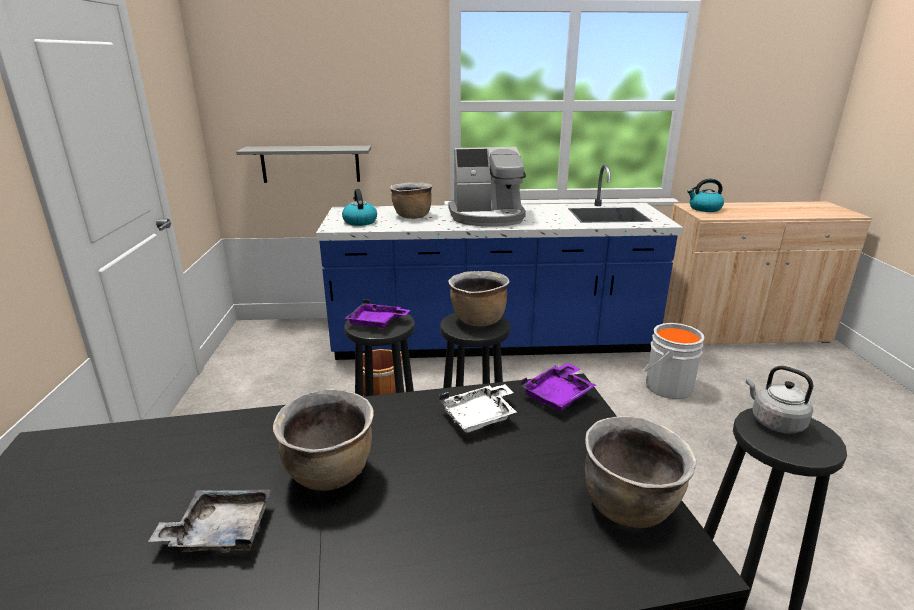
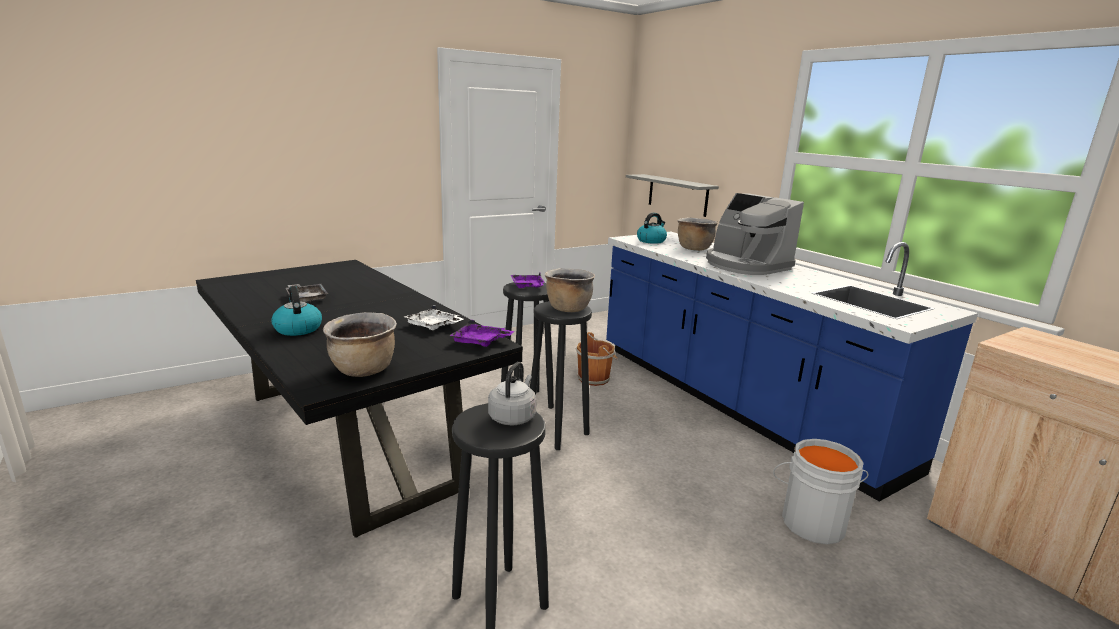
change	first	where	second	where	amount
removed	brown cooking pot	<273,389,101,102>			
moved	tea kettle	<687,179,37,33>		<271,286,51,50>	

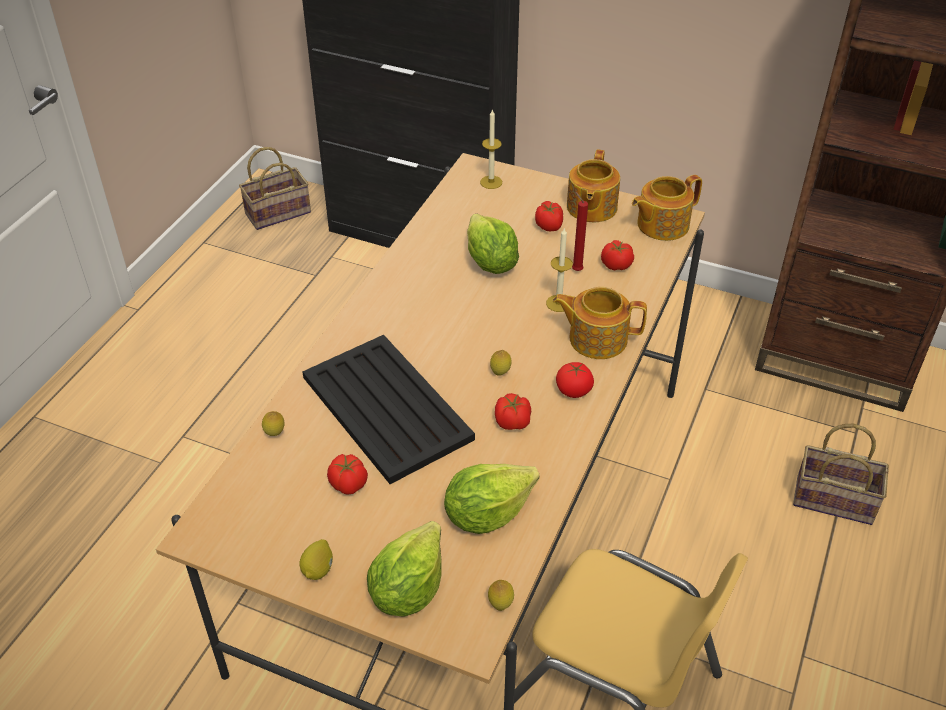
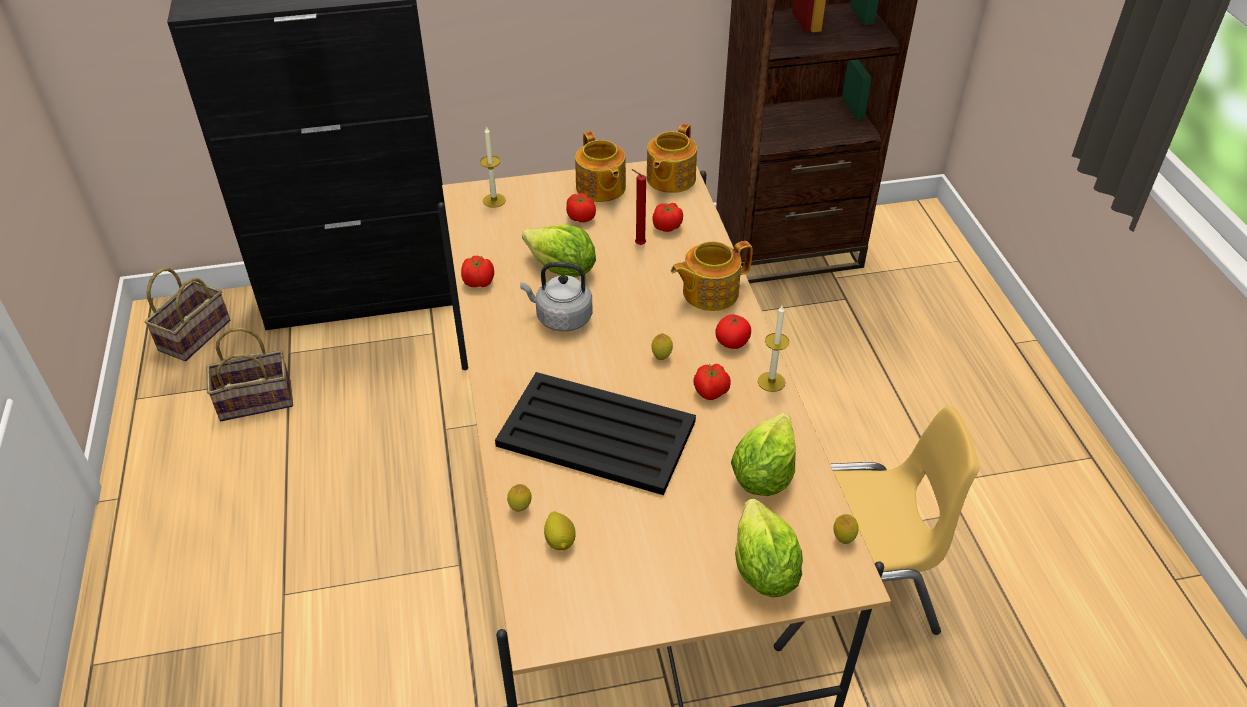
change	first	where	second	where	amount
added			grey tea kettle	<520,262,73,70>	
moved	citrus fruit	<300,539,33,41>		<544,511,32,39>	
moved	fresh tomato	<327,454,41,41>		<461,256,33,31>	
moved	wax light	<546,227,27,85>		<758,305,31,87>	
moved	basket	<793,424,96,101>		<206,327,87,94>	

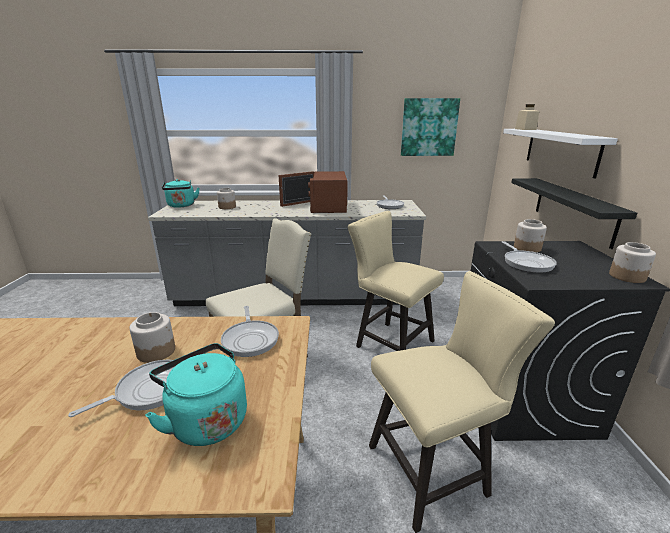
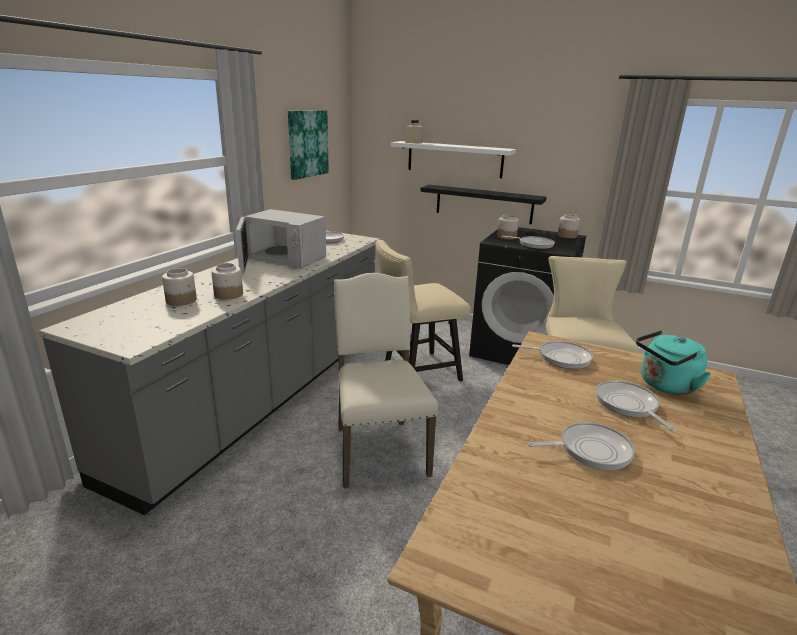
change	first	where	second	where	amount
removed	turquoise-coloured tea kettle	<162,179,37,29>			
added			frying pan	<528,422,107,48>	
moved	jar	<129,312,46,51>		<211,263,32,37>	
recoloured	brown kitchen microwave	<279,171,69,42>	white-coloured kitchen microwave	<236,209,90,66>	

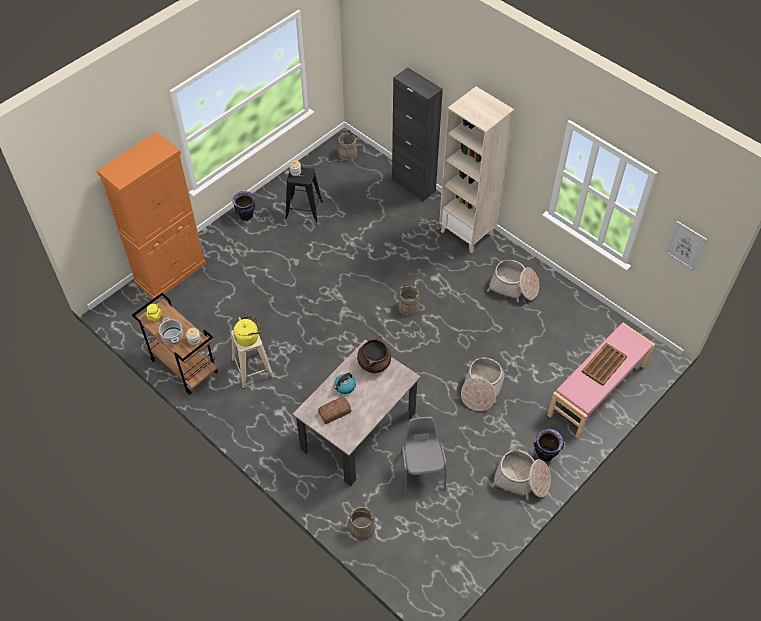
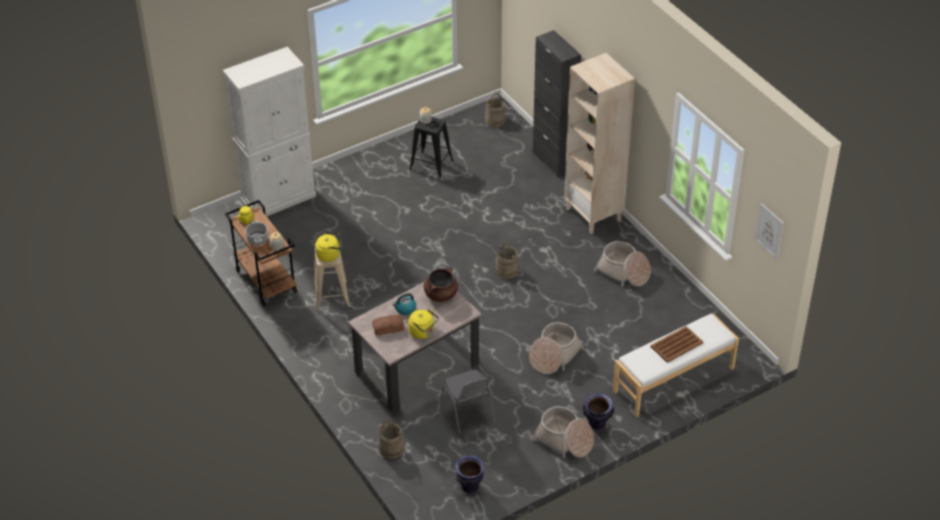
change	first	where	second	where	amount
added			yellowish tea kettle	<408,309,31,30>	
moved	vase	<232,191,23,30>		<455,455,29,38>	
recoloured	orange-coloured cabinet	<97,132,109,169>	white-coloured cabinet	<223,47,93,169>	
recoloured	pink-coloured indoor bench	<547,322,108,117>	white-coloured indoor bench	<613,313,126,104>	
turned	grey plain chair	<400,417,46,78>		<440,370,55,65>	150 degrees clockwise

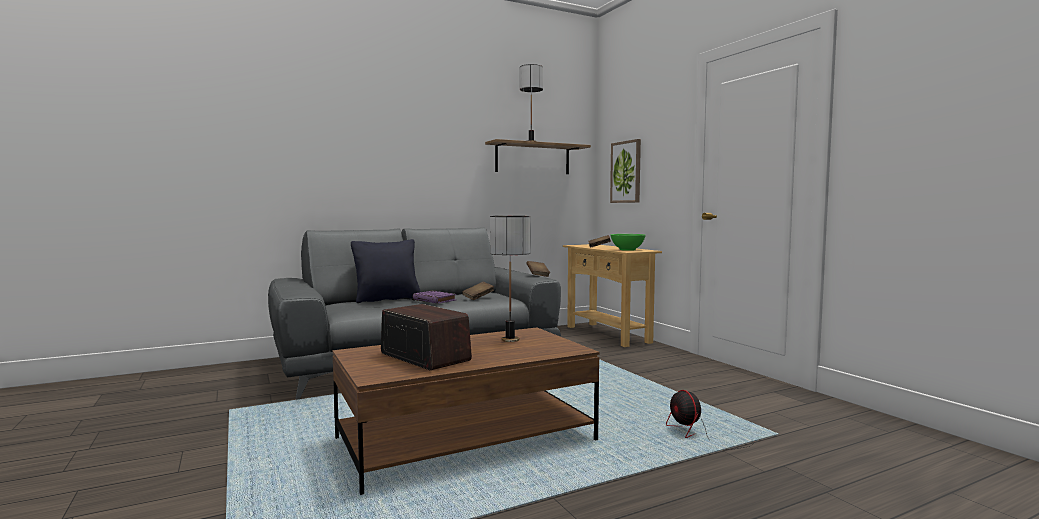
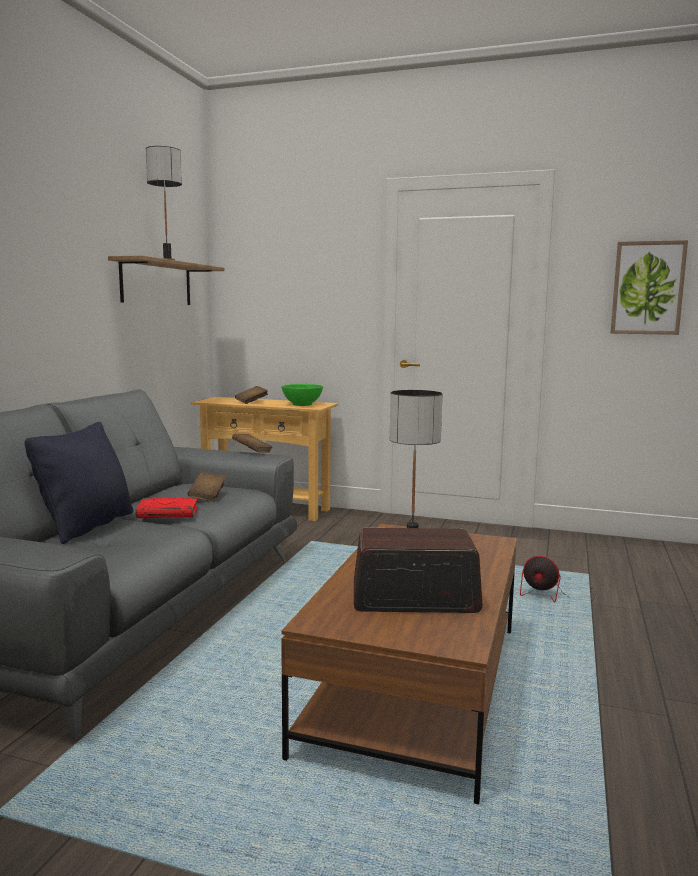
change	first	where	second	where	amount
moved	wall art	<610,139,31,64>		<611,240,77,95>	
recoloured	purplish book	<413,291,43,13>	reddish book	<135,497,63,22>	

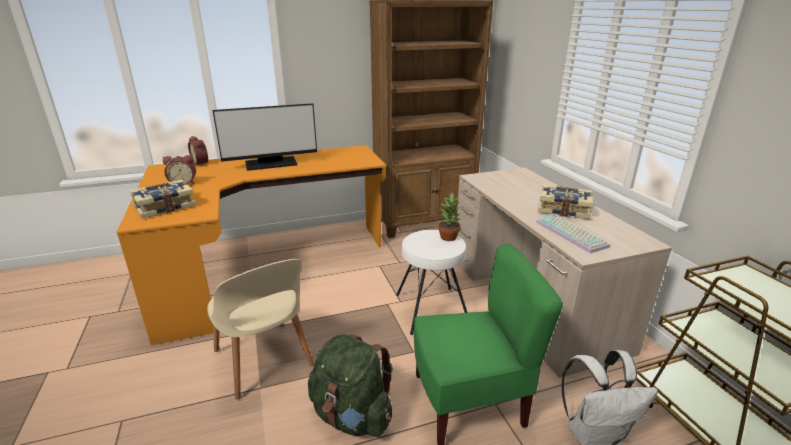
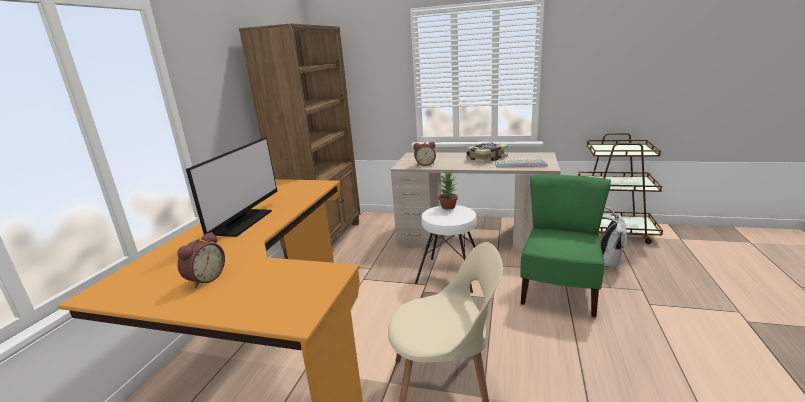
change	first	where	second	where	amount
removed	book	<130,180,66,39>			
removed	green knapsack	<308,334,85,103>			
moved	alarm clock	<188,136,20,30>		<414,142,22,24>	

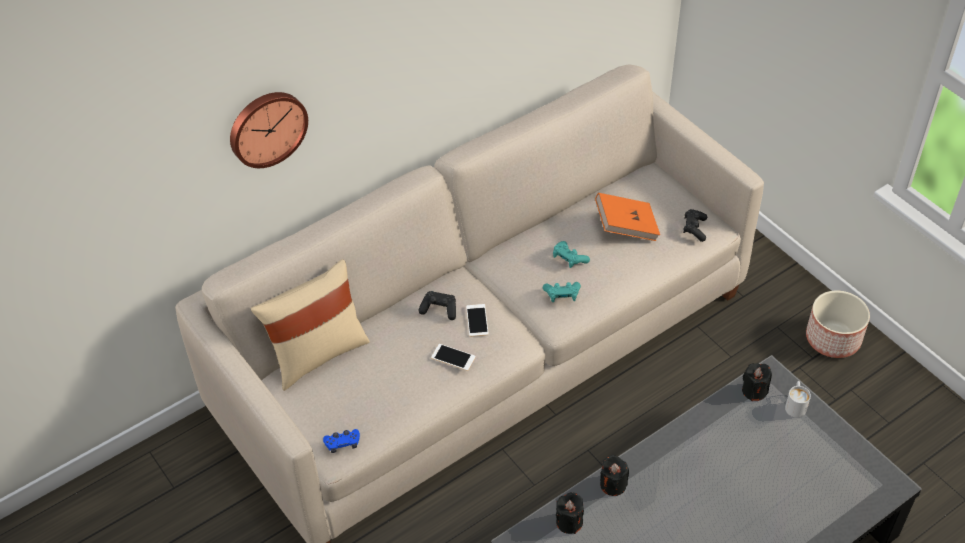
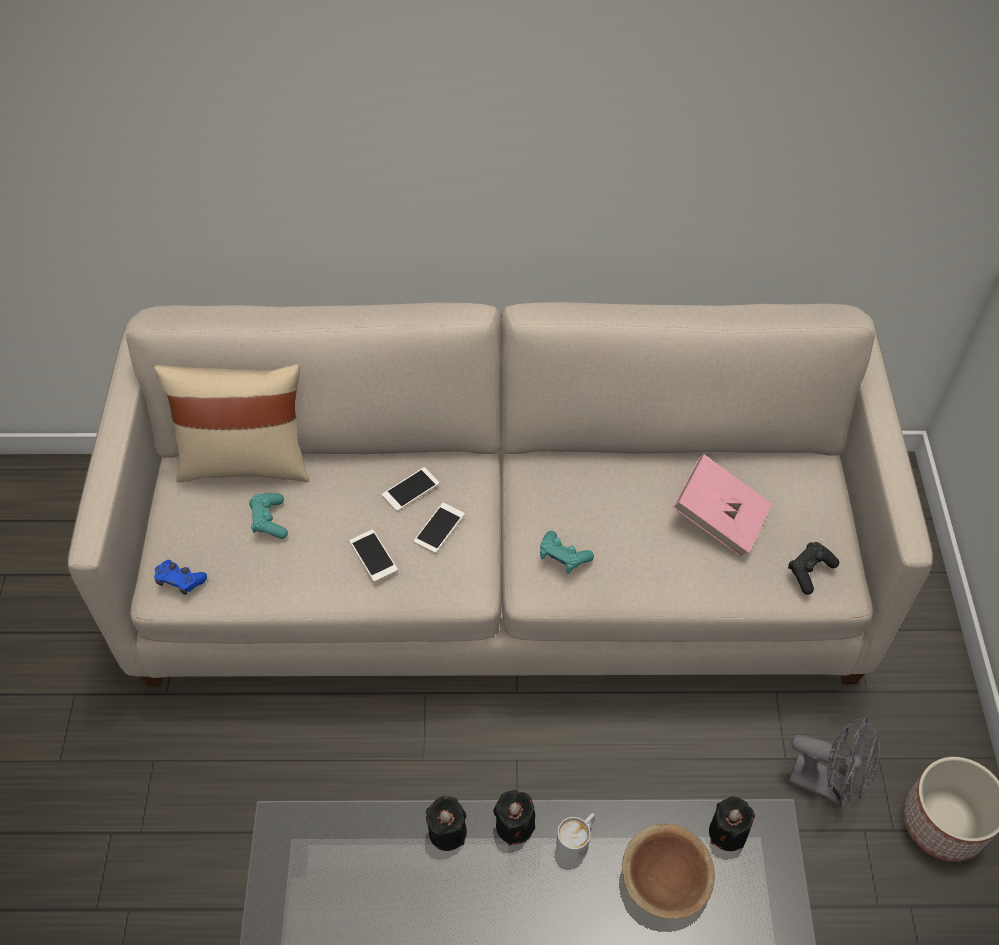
change	first	where	second	where	amount
removed	hanging clock	<230,92,78,76>			
added			brown deep dish	<622,824,93,95>	
added			grey electric fan	<788,716,92,92>	
moved	turquoise-coloured game controller	<553,241,37,27>		<249,493,39,46>	
moved	black-coloured wax light	<556,492,28,42>		<493,790,42,55>	
moved	white-coloured mug	<785,381,26,37>		<556,813,39,49>	
replaced	black-coloured game controller	<418,291,38,29>	phone	<382,467,57,44>	
recoloured	orange-coloured book	<595,193,65,48>	pink-coloured book	<672,454,100,104>	

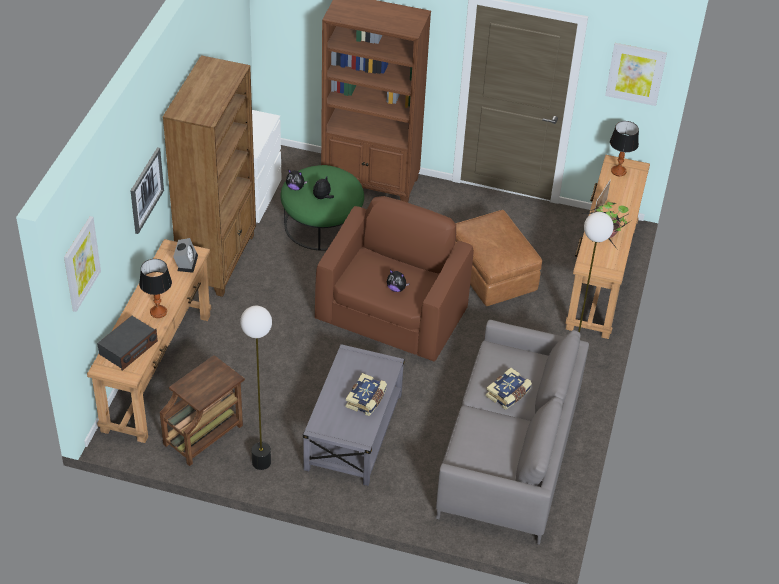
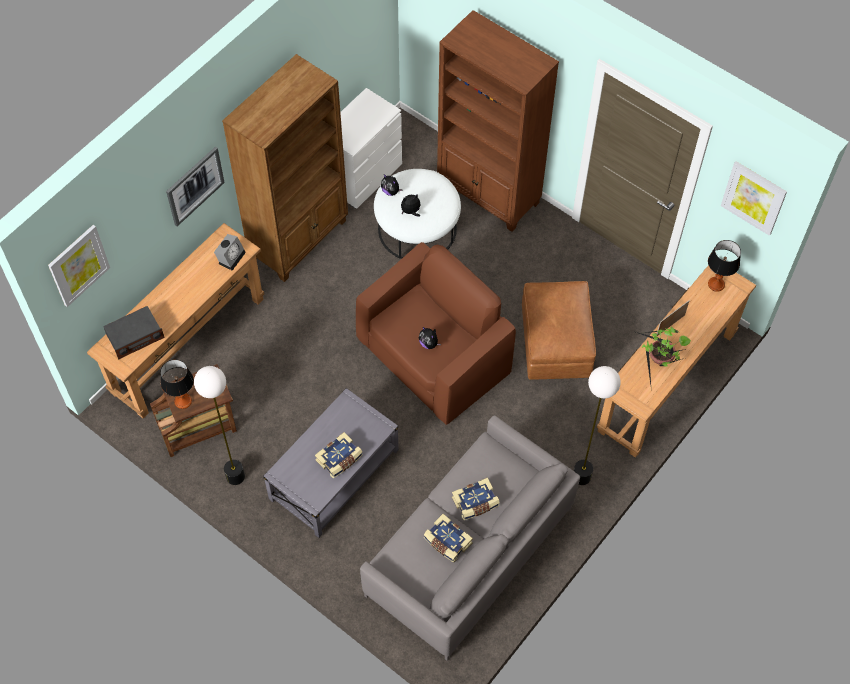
change	first	where	second	where	amount
added			book	<424,514,49,48>	
moved	table lamp	<139,259,33,59>		<160,359,34,50>	
recoloured	green ottoman	<280,165,84,86>	white-coloured ottoman	<374,169,87,90>	

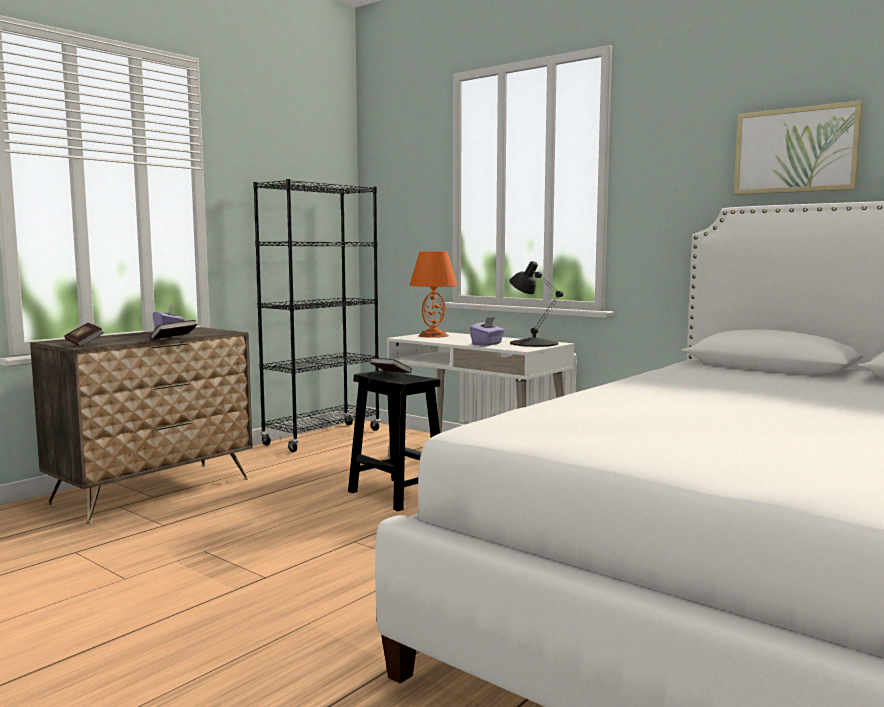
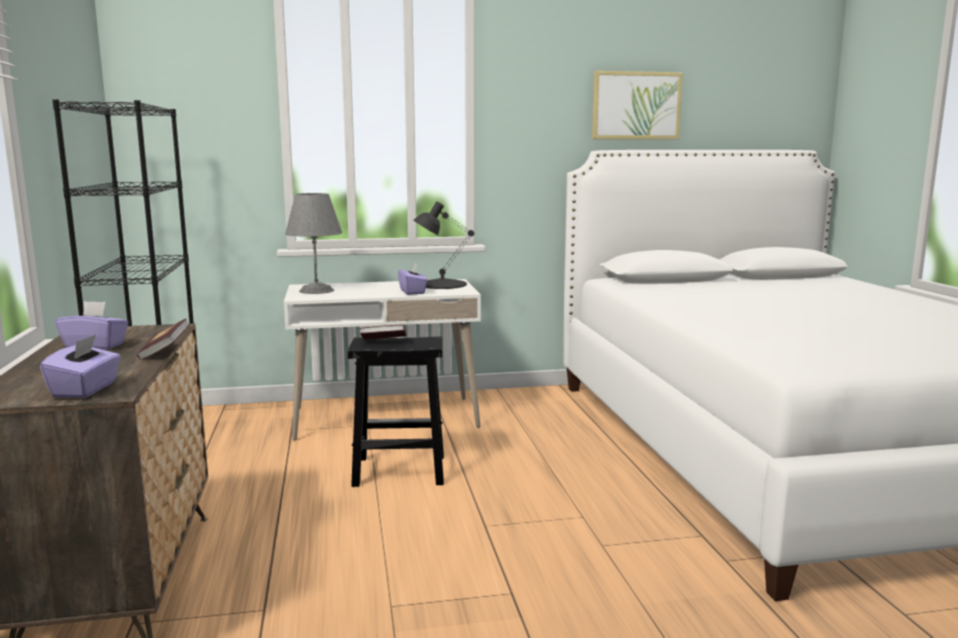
change	first	where	second	where	amount
replaced	book	<64,323,40,24>	purplish box of tissues	<40,334,81,64>	
recoloured	orange-coloured table lamp	<410,251,48,87>	grey table lamp	<285,193,57,101>	

